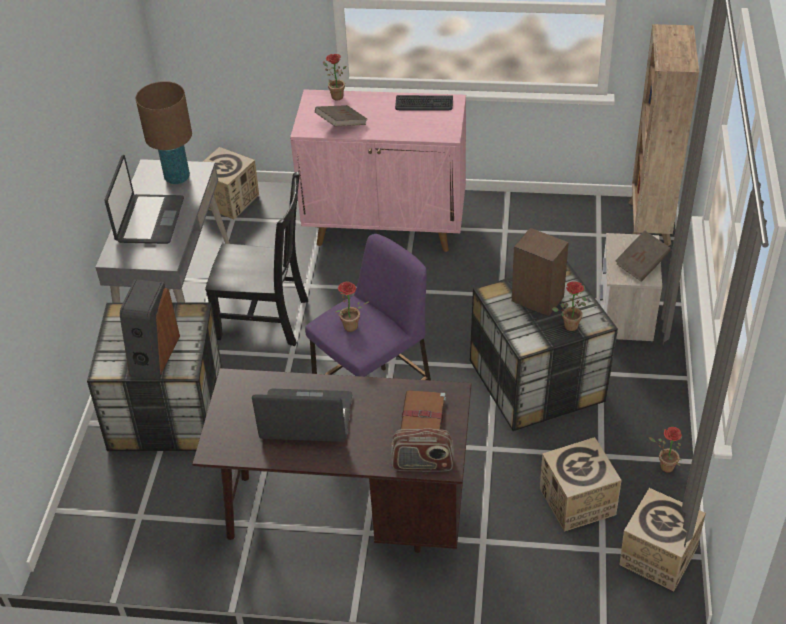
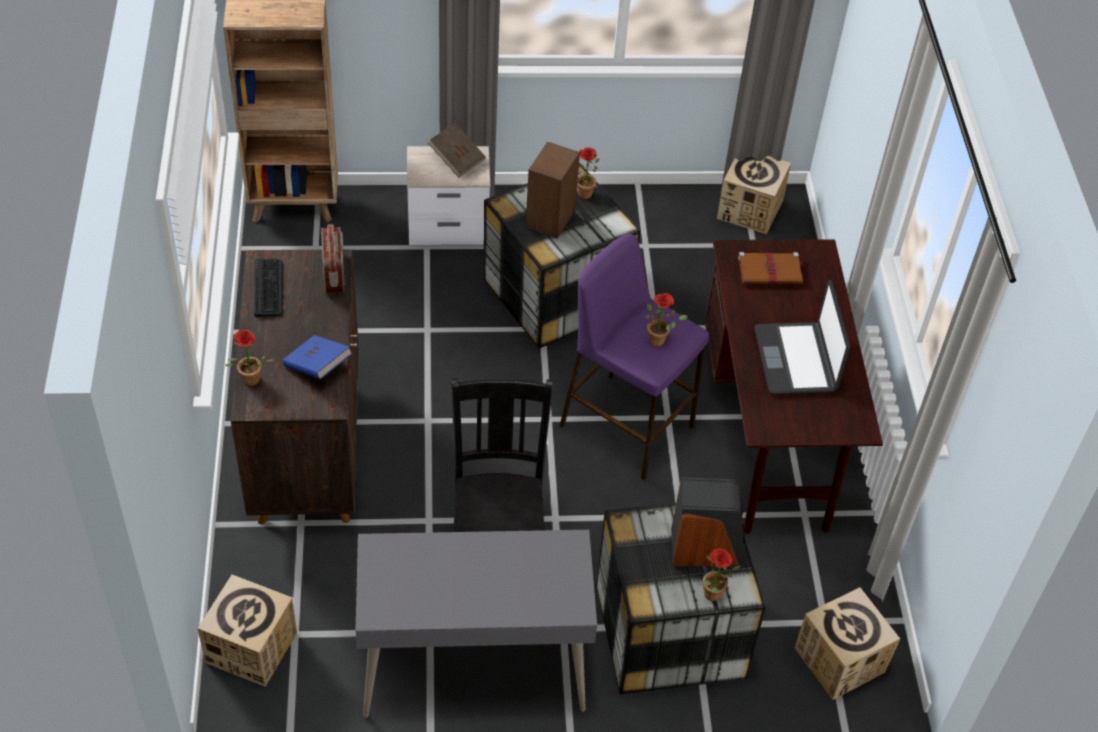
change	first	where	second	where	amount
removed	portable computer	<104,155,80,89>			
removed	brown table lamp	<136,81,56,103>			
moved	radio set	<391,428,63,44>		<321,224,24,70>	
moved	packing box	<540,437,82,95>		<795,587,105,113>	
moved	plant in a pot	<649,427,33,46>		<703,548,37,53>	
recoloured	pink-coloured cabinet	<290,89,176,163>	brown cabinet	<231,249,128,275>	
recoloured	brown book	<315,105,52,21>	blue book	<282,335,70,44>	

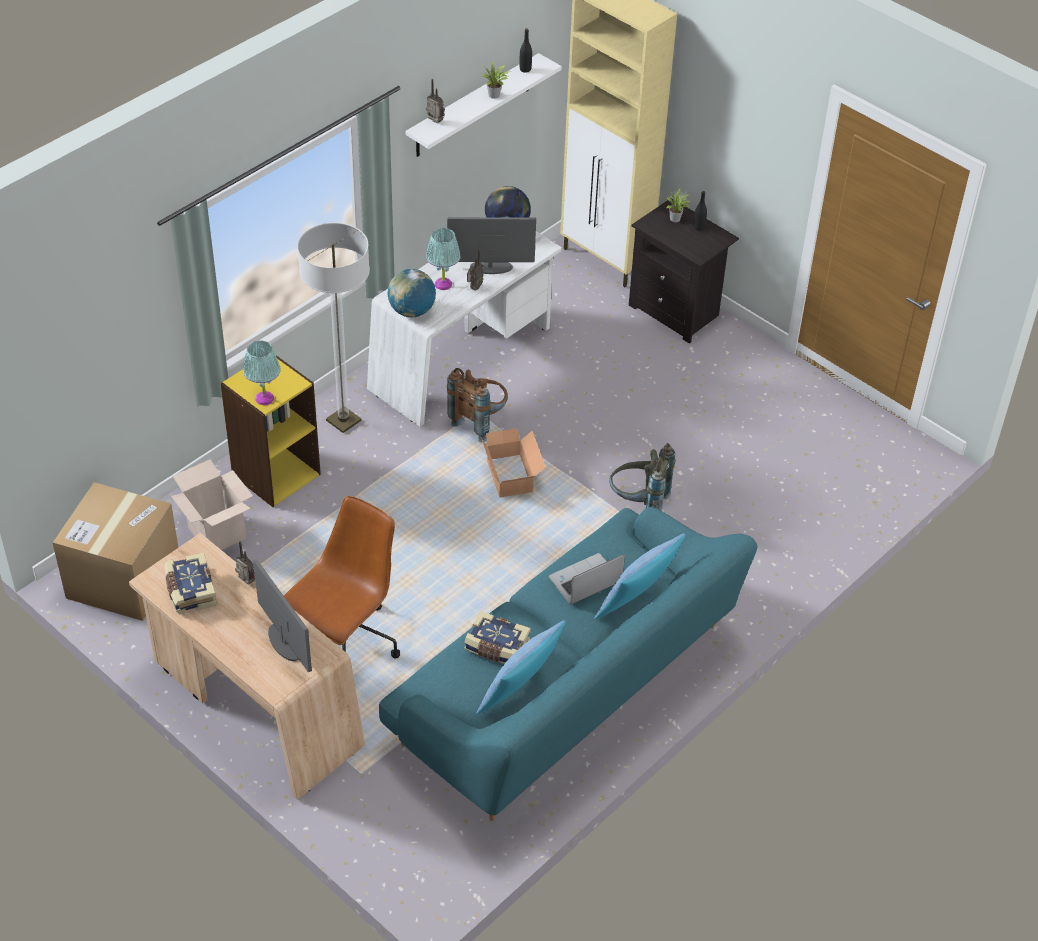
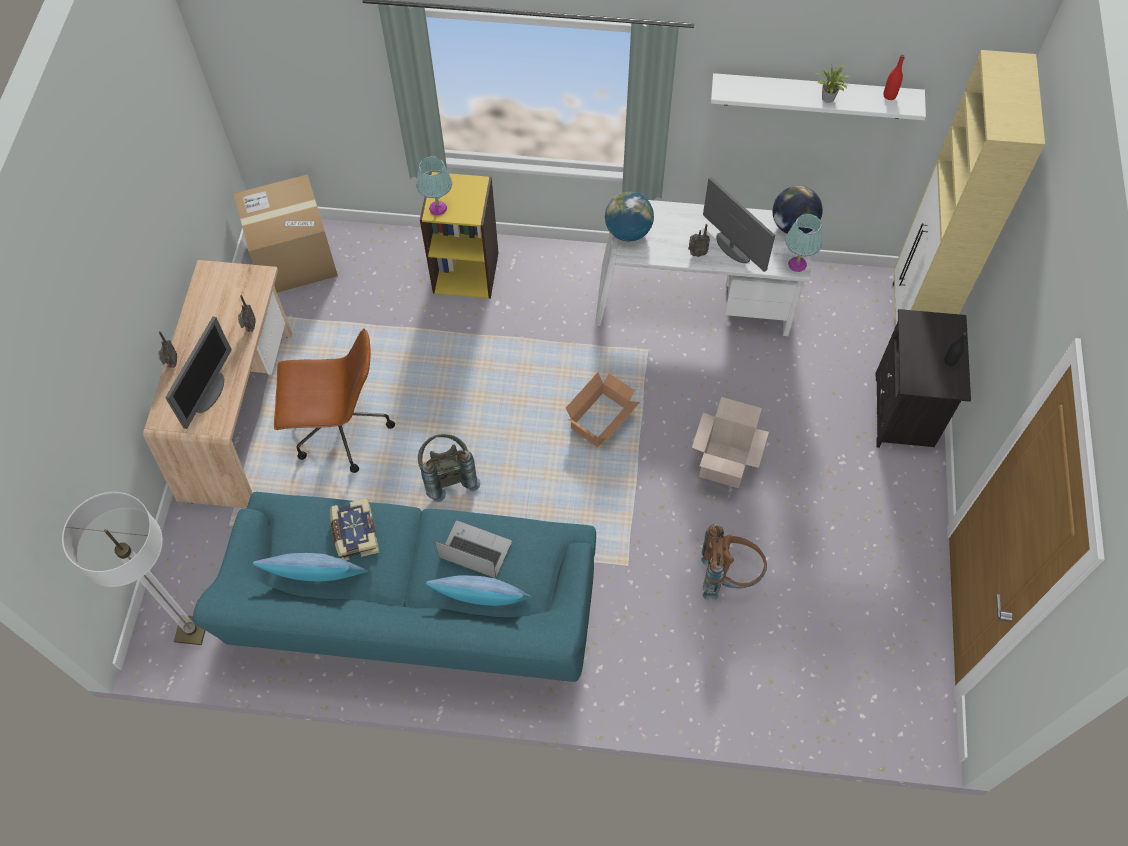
change	first	where	second	where	amount
removed	book	<164,552,53,62>			
removed	plant in a pot	<665,188,26,34>			
moved	packing box	<171,459,82,91>		<692,397,77,91>	
moved	floor lamp	<297,223,73,210>		<62,492,144,153>	
moved	radio set	<426,79,19,44>		<158,331,19,37>	
moved	turquoise-coloured table lamp	<426,228,35,62>		<786,214,36,58>	
moved	brown knapsack	<447,368,61,75>		<702,524,65,77>	
moved	grey knapsack	<609,443,66,68>		<418,434,62,68>	
recoloured	black-coloured beverage bottle	<520,28,12,45>	reddish beverage bottle	<883,55,21,45>	

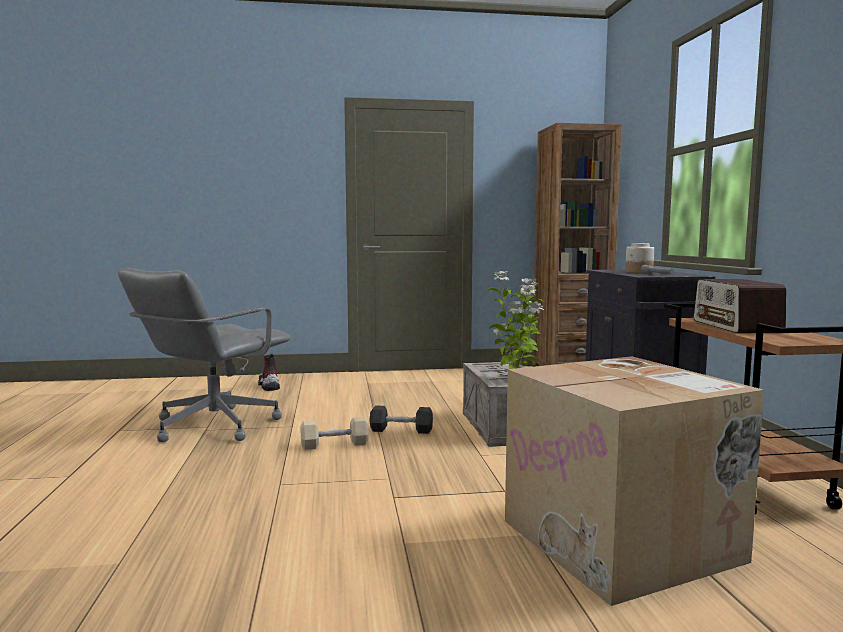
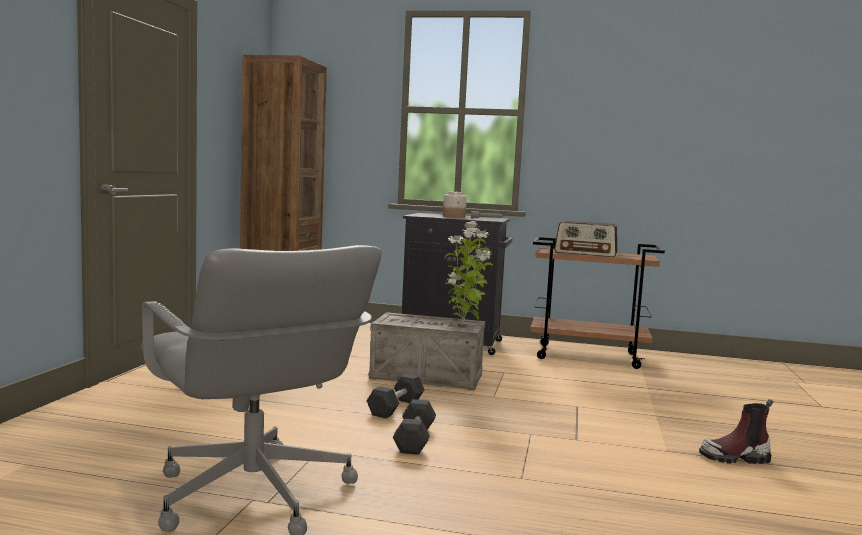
change	first	where	second	where	amount
removed	packing box	<505,357,259,249>			
moved	high-top boot	<258,353,22,38>		<699,399,74,65>	
recoloured	sand-coloured dumbbell	<301,417,68,33>	black-coloured dumbbell	<393,399,43,56>	

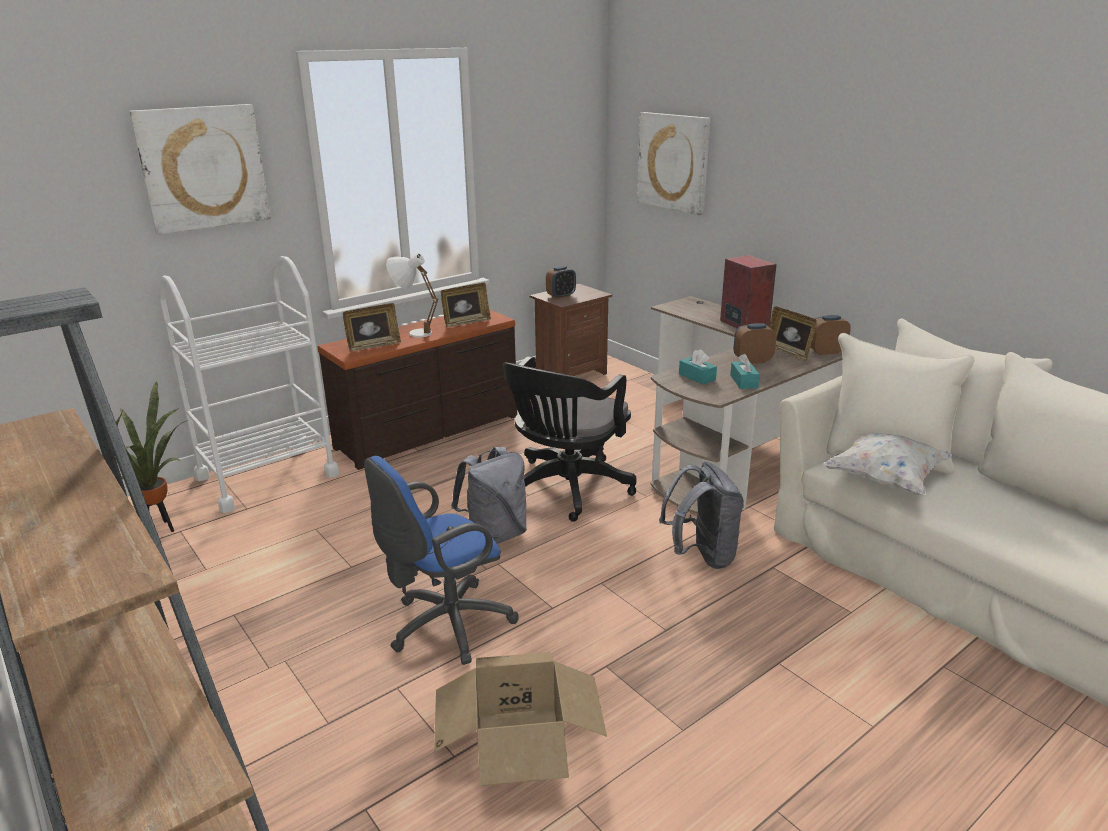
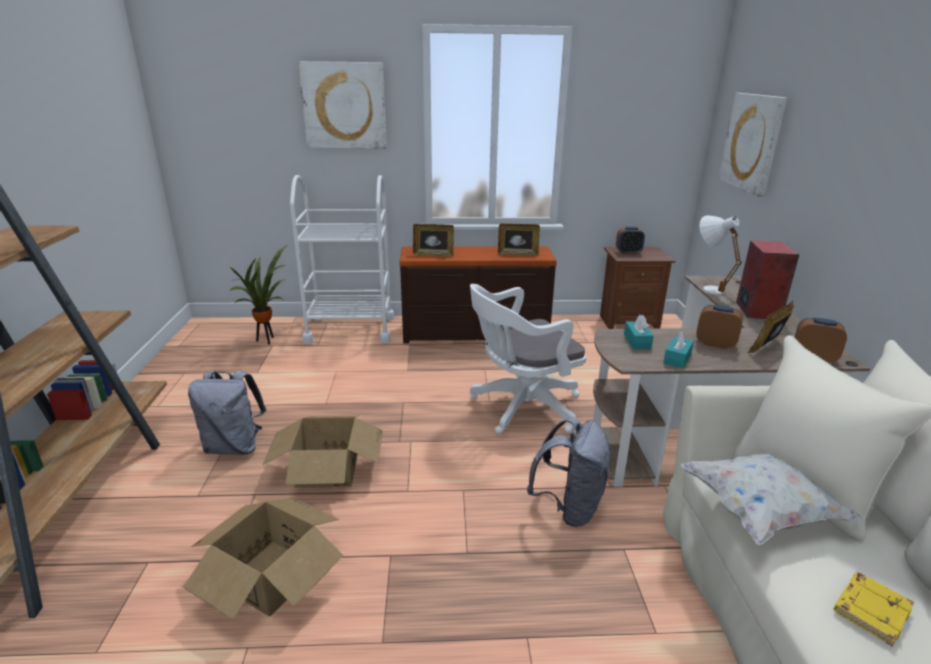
change	first	where	second	where	amount
added			yellowish book	<834,572,80,74>	
moved	white-coloured table lamp	<386,254,53,84>		<699,216,43,79>	
moved	grey knapsack	<451,447,76,97>		<188,370,78,85>	
replaced	blue office chair	<364,456,155,209>	packing box	<262,416,121,72>	
recoloured	black-coloured office chair	<503,356,134,166>	white-coloured office chair	<470,284,116,150>	
turned	photo frame	<769,306,48,55>		<747,300,47,53>	45 degrees clockwise

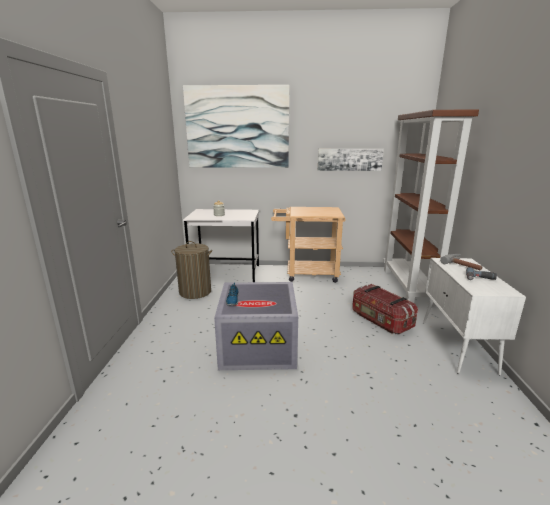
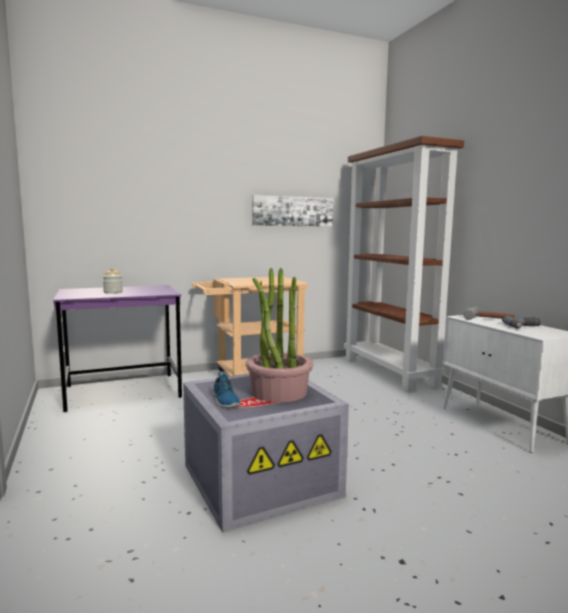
change	first	where	second	where	amount
removed	washing basket	<171,241,42,58>			
removed	wall art	<183,85,106,83>			
removed	storage bin	<352,284,66,50>			
added			plant in a pot	<246,268,67,134>	
recoloured	white-coloured desk	<183,209,76,73>	purplish desk	<53,285,129,127>	

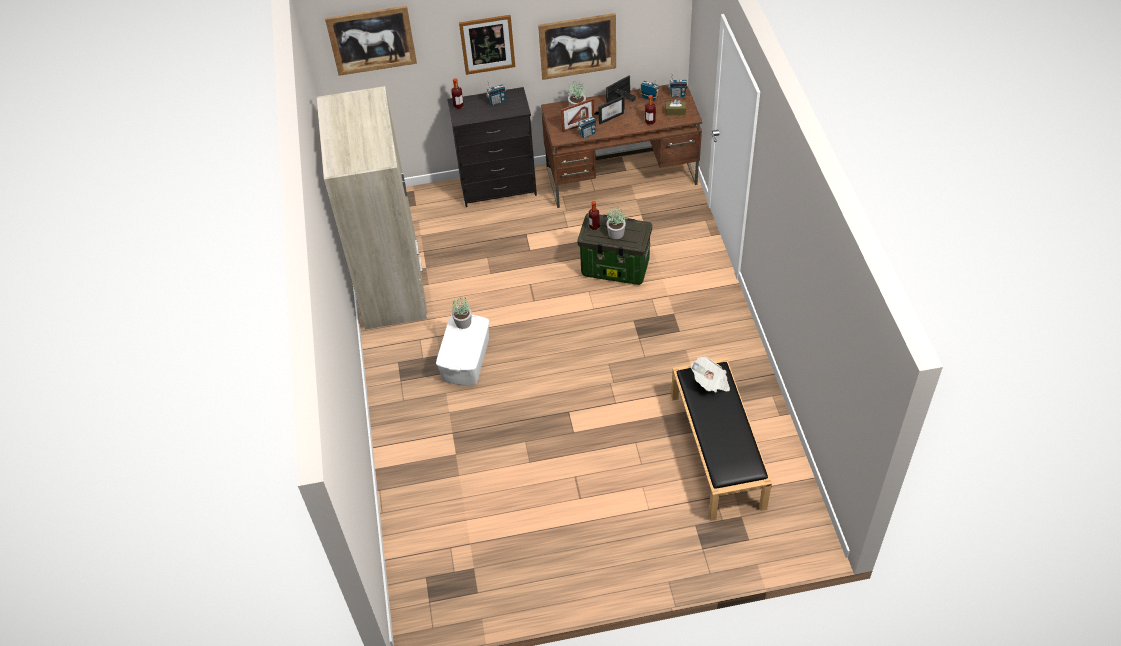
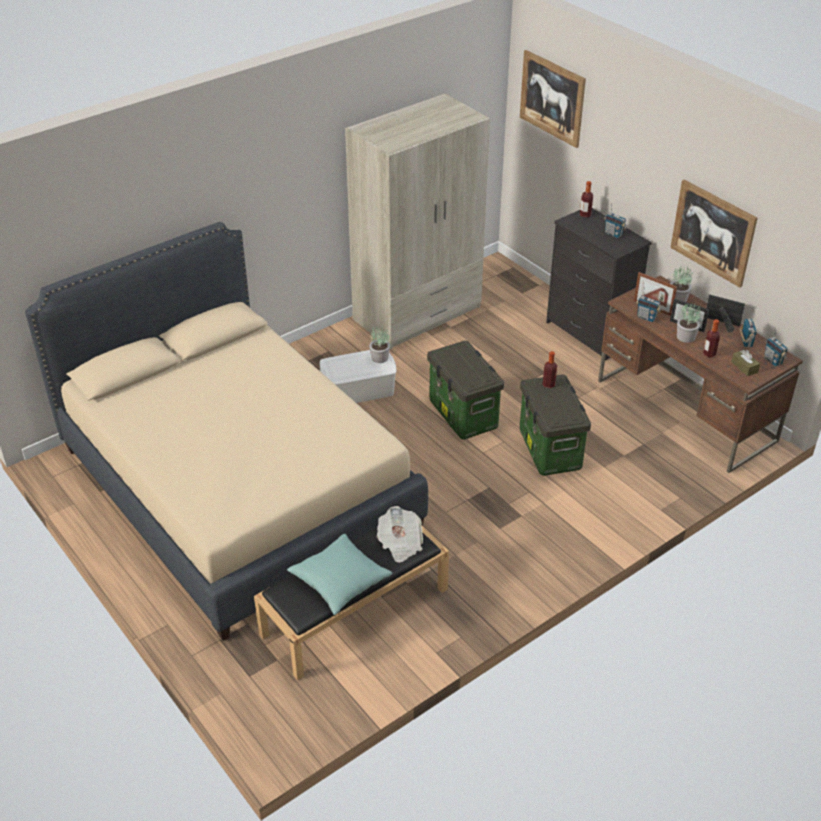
change	first	where	second	where	amount
removed	wall art	<459,15,56,60>			
added			sand-coloured sleeping bed	<25,222,403,419>	
added			turquoise-coloured cushion	<287,534,106,81>	
added			storage bin	<427,341,77,99>	
moved	plant in a pot	<606,205,20,34>		<677,303,23,40>	

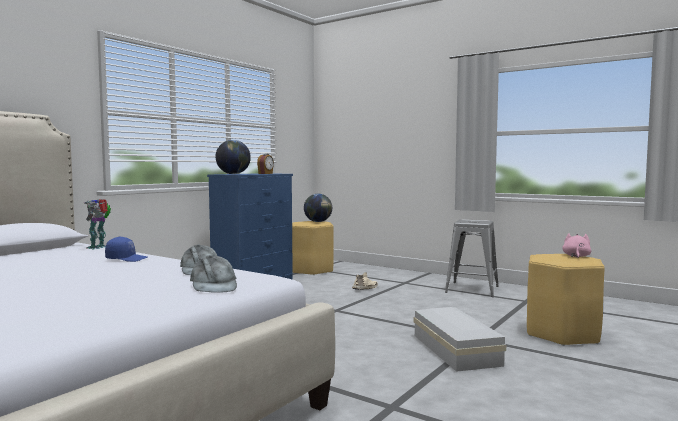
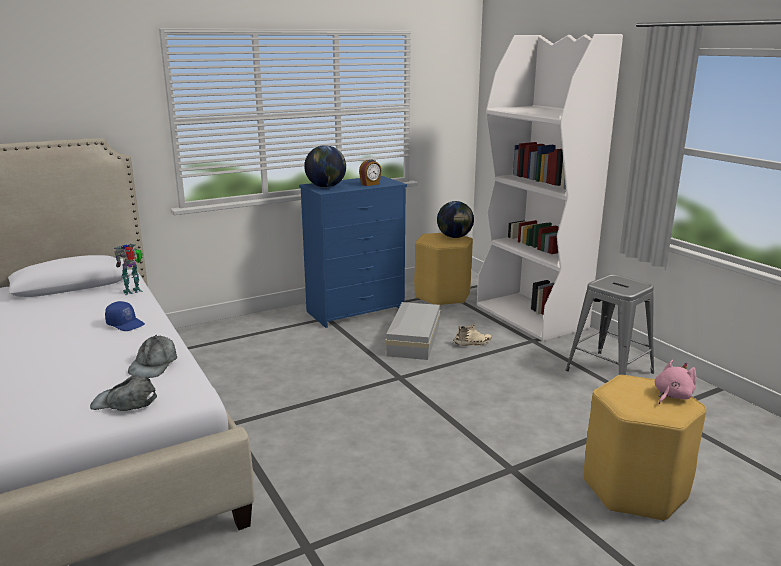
change	first	where	second	where	amount
added			white-coloured shelving unit	<477,34,146,307>	
moved	white-coloured storage bin	<414,307,92,65>		<385,302,55,58>	
turned	grey baseball cap	<190,255,47,38>		<90,375,67,36>	90 degrees clockwise

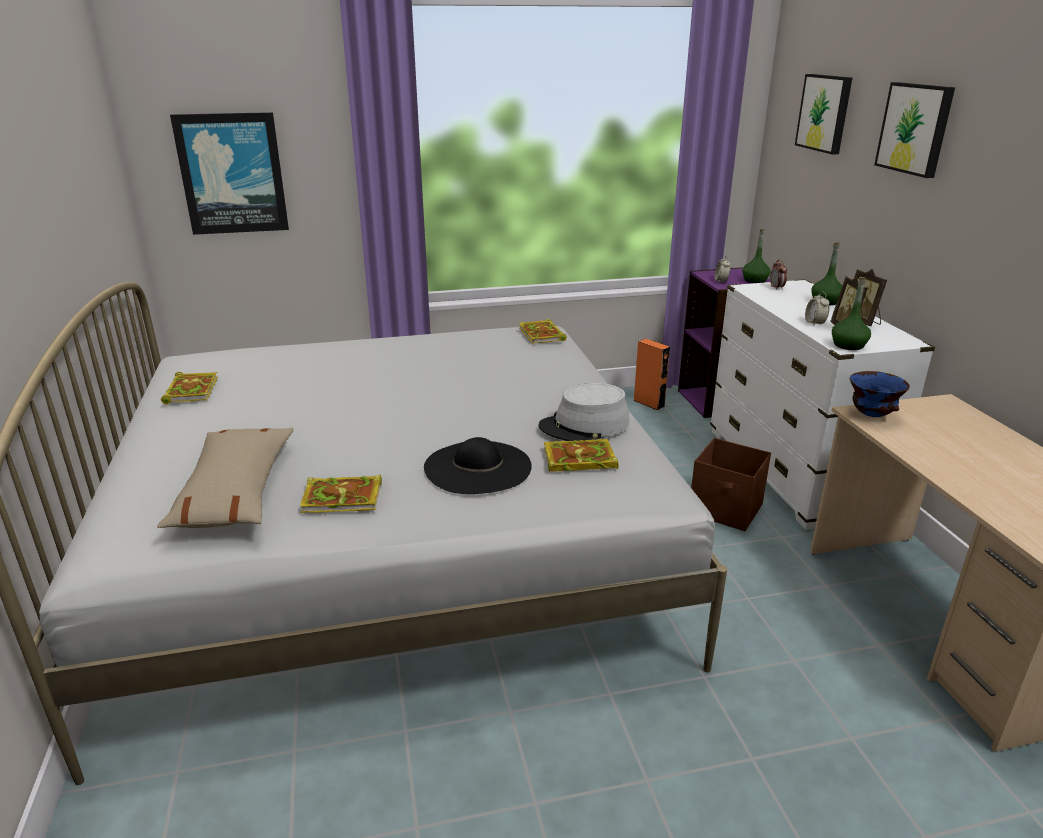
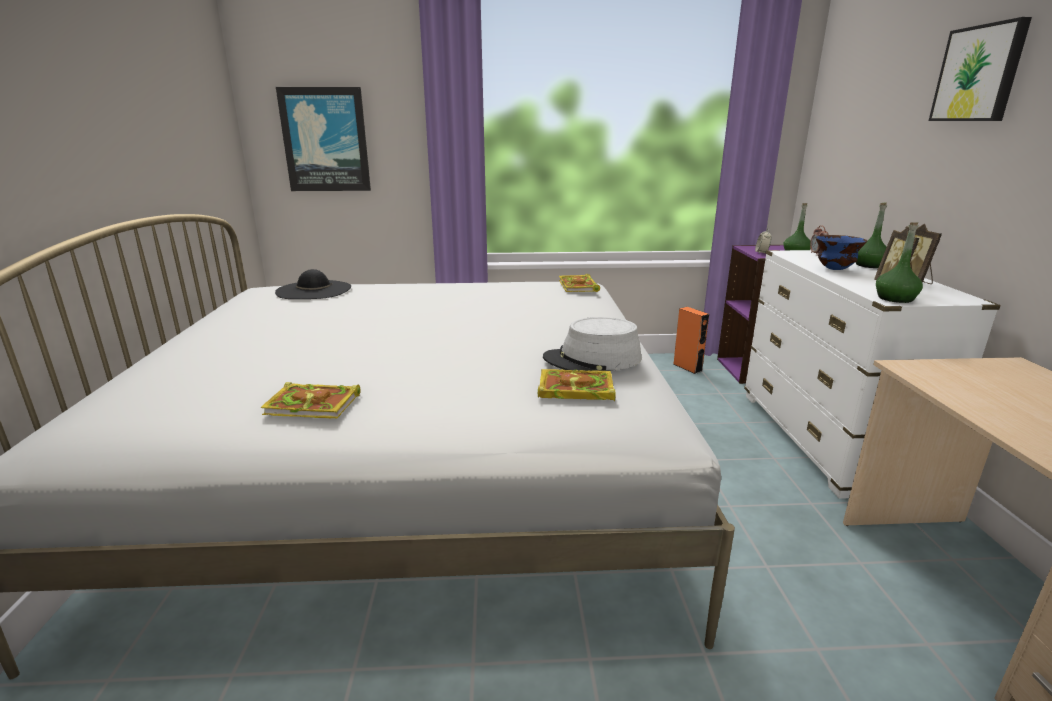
change	first	where	second	where	amount
removed	sand-coloured cushion	<157,428,136,100>			
removed	book	<161,372,57,32>			
removed	brown storage bin	<691,438,80,93>			
removed	wall art	<795,74,57,80>			
removed	alarm clock	<805,292,24,33>			
moved	black-coloured clothing hat	<424,437,108,57>		<275,269,76,30>	
moved	blue deep dish	<850,371,60,46>		<816,235,51,35>	

